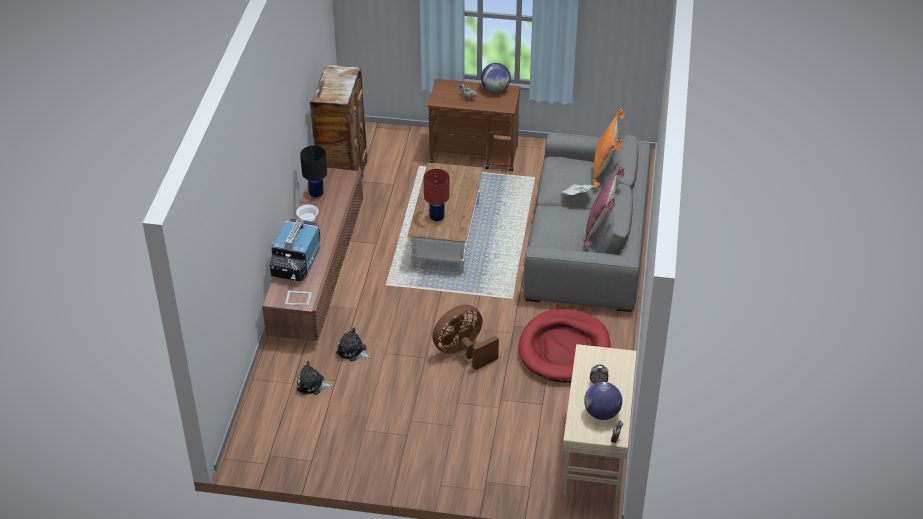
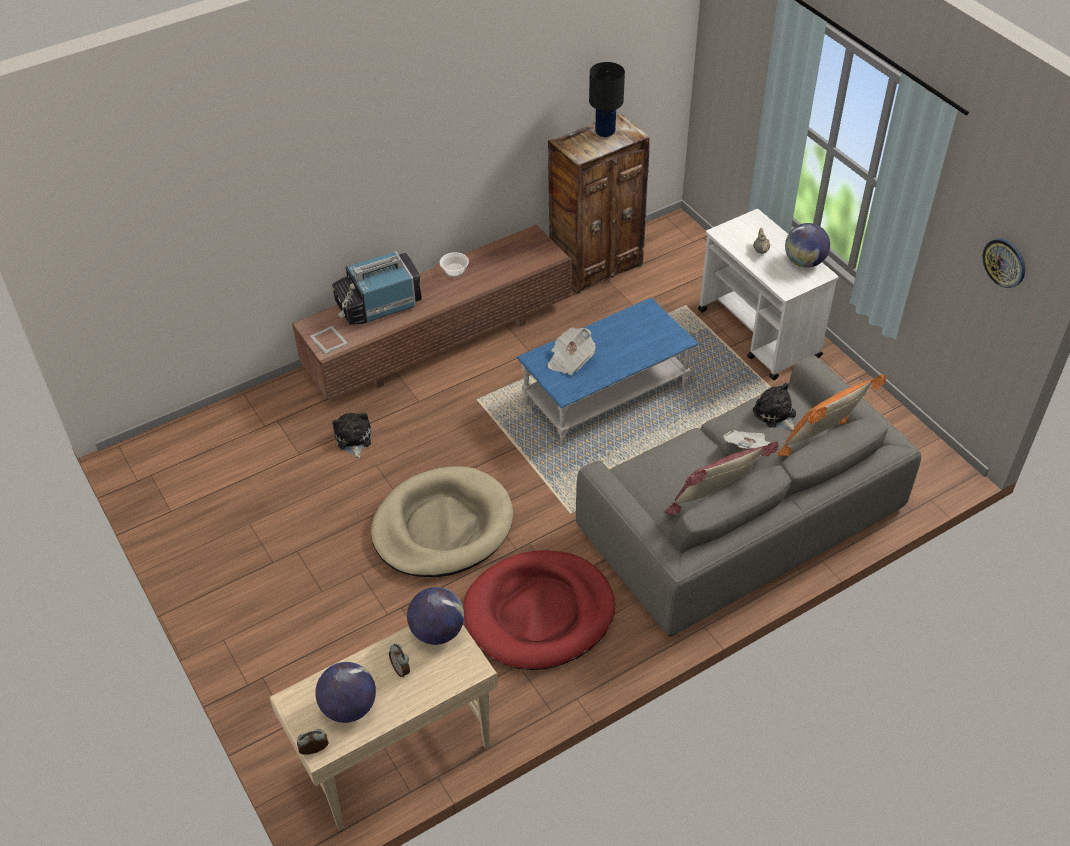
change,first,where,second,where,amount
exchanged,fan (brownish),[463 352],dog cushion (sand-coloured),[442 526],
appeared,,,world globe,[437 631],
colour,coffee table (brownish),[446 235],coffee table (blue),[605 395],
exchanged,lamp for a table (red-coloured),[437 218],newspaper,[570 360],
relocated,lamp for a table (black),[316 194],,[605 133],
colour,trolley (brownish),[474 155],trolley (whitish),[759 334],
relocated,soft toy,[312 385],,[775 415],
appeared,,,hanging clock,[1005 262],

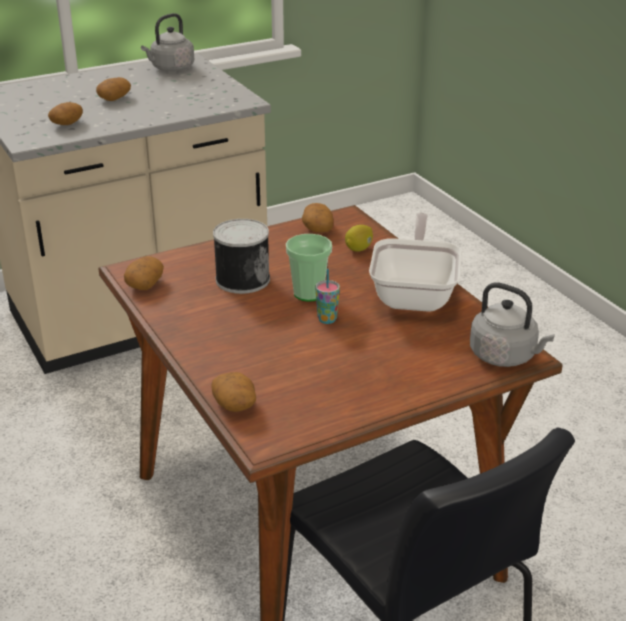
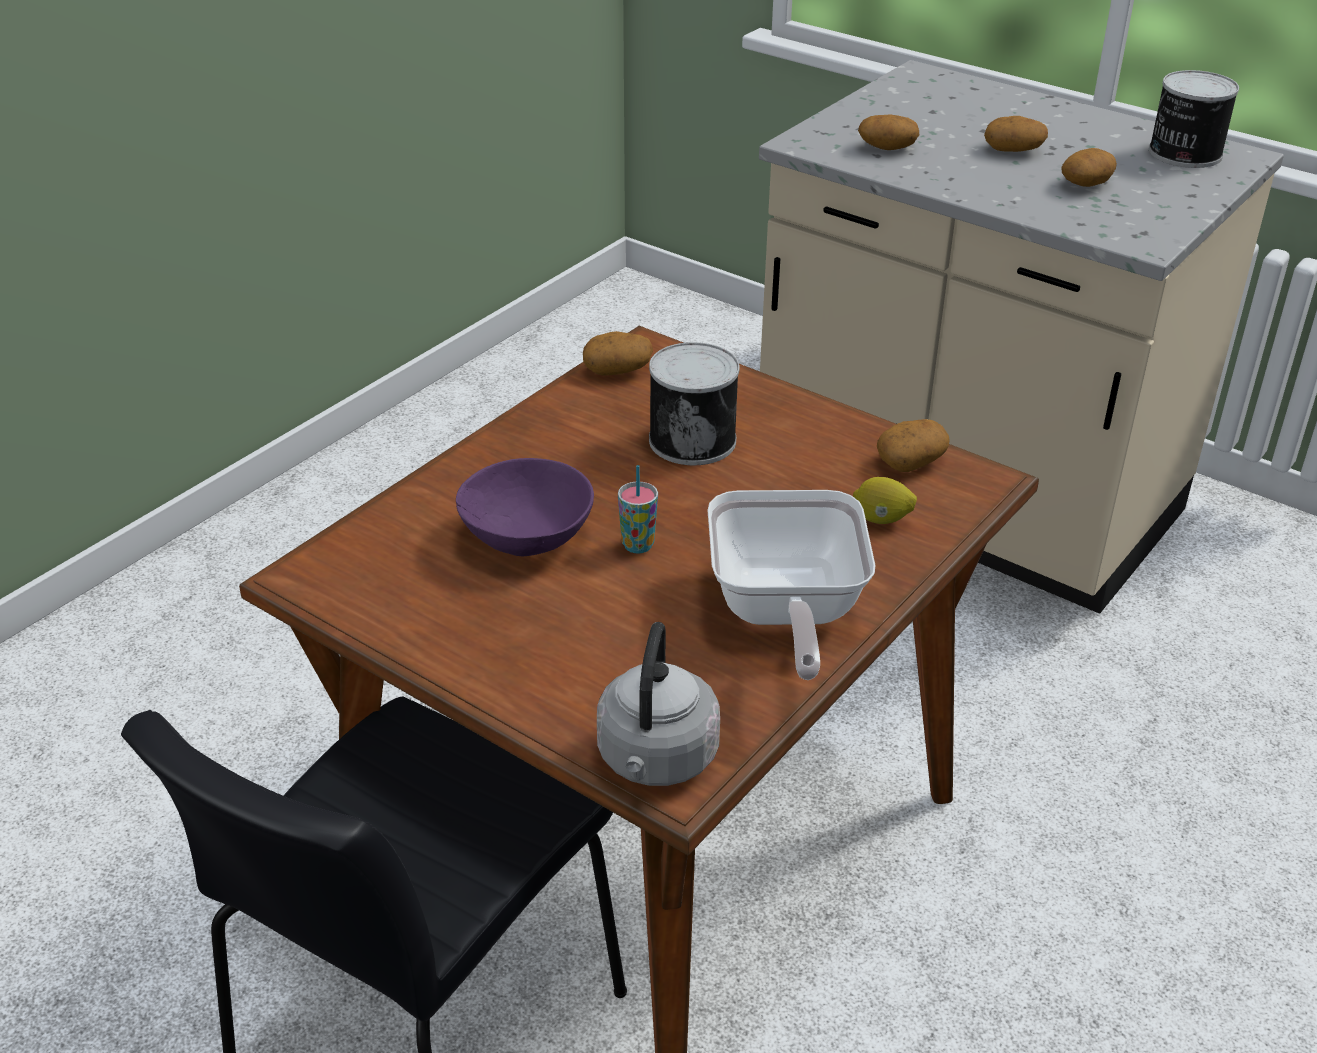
change,first,where,second,where,amount
appeared,,,deep dish (purple-coloured),[525 536],
spun,skillet,[415 293],,[784 613],105 degrees clockwise
relocated,potato,[235 404],,[1085 184],
exchanged,water kettle (greyish),[171 69],sealed can,[1183 153],
missing,drinking cup,[309 293],,,

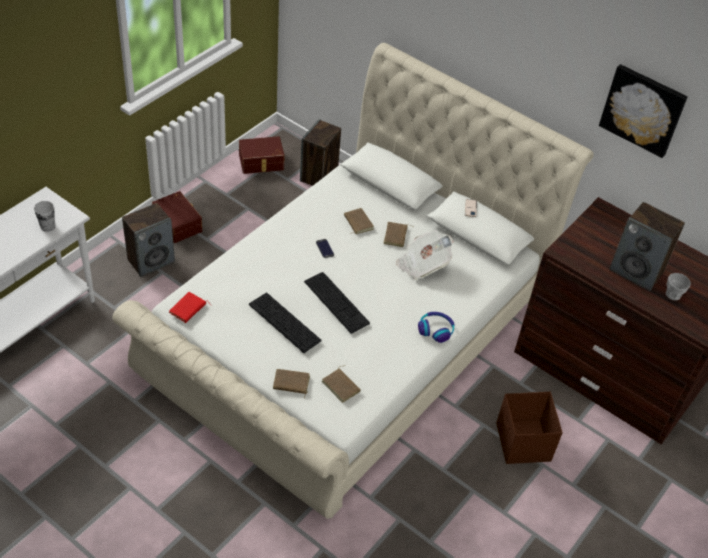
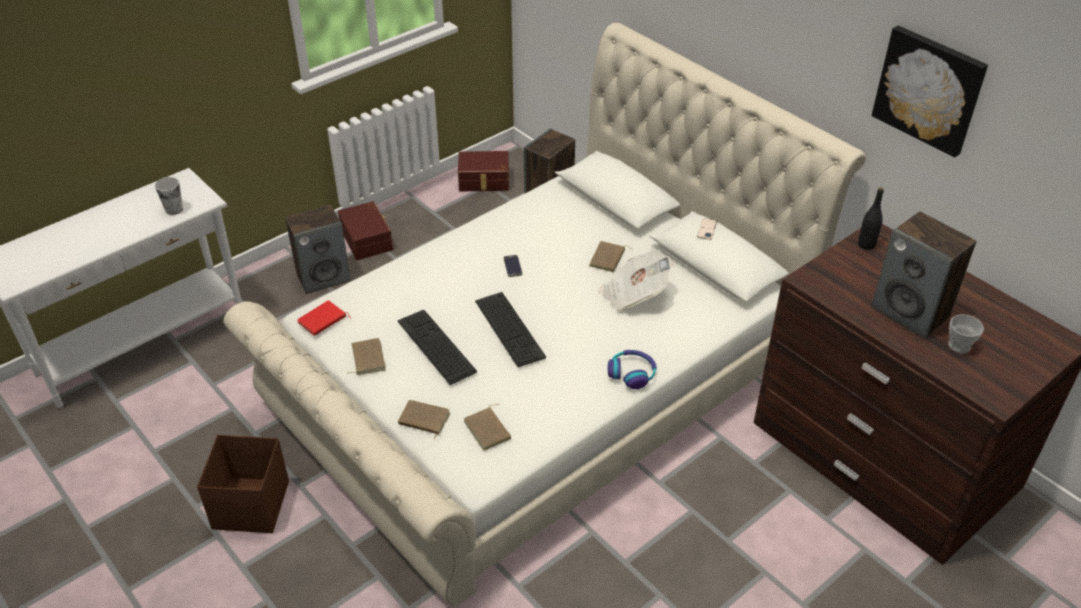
change,first,where,second,where,amount
relocated,storage box (brownish),[522 443],,[250 506],
relocated,book (brownish),[357 222],,[367 358],
appeared,,,drink bottle (black),[866 245],

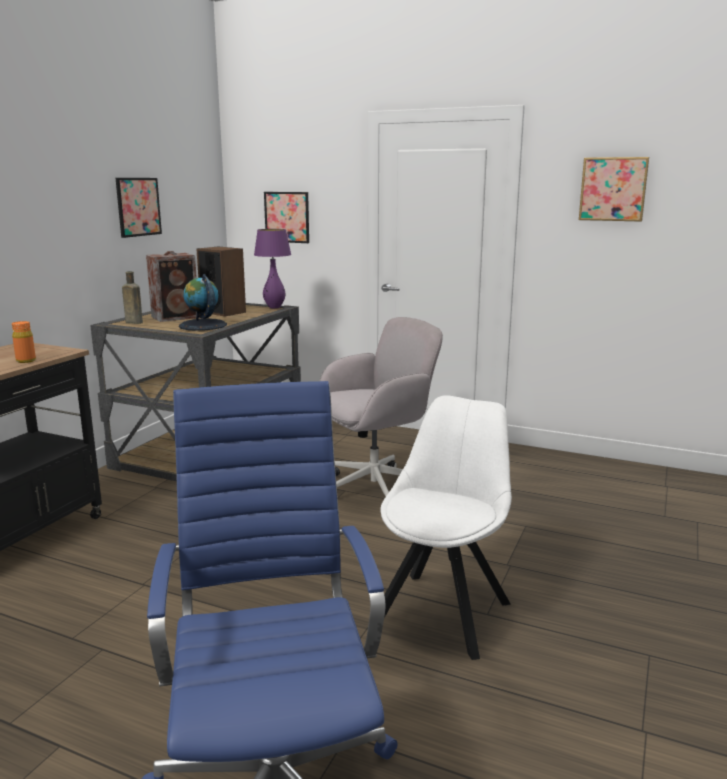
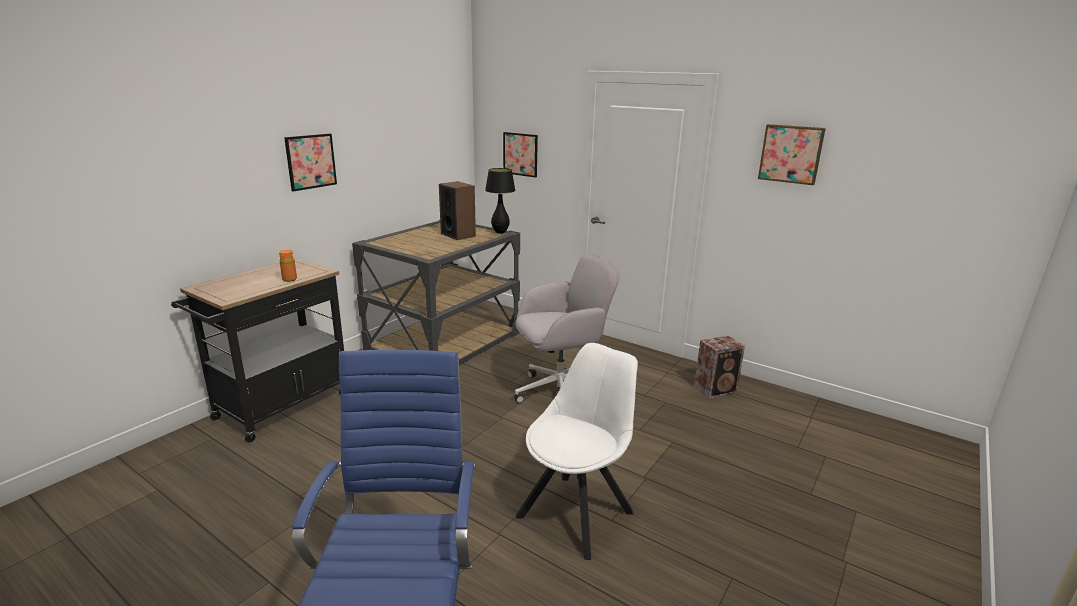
change,first,where,second,where,amount
relocated,wall picture,[138 207],,[311 161],
colour,lamp for a table (purple-coloured),[274 307],lamp for a table (black),[500 232],
relocated,speaker,[177 317],,[716 390],
missing,drink bottle (brownish),[133 322],,,
missing,world globe,[202 325],,,

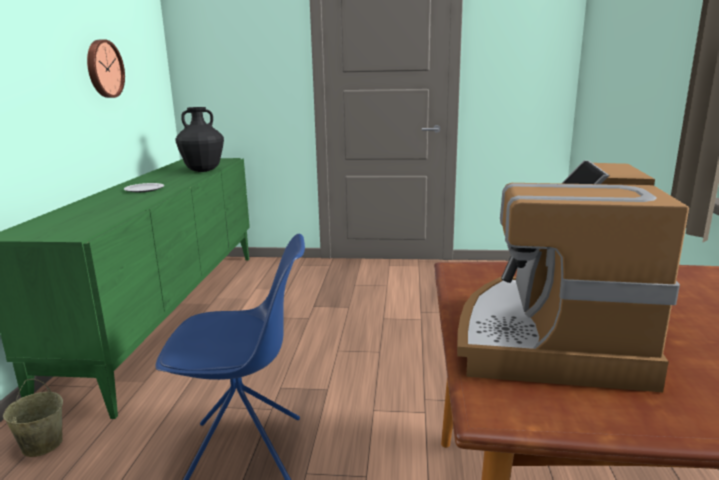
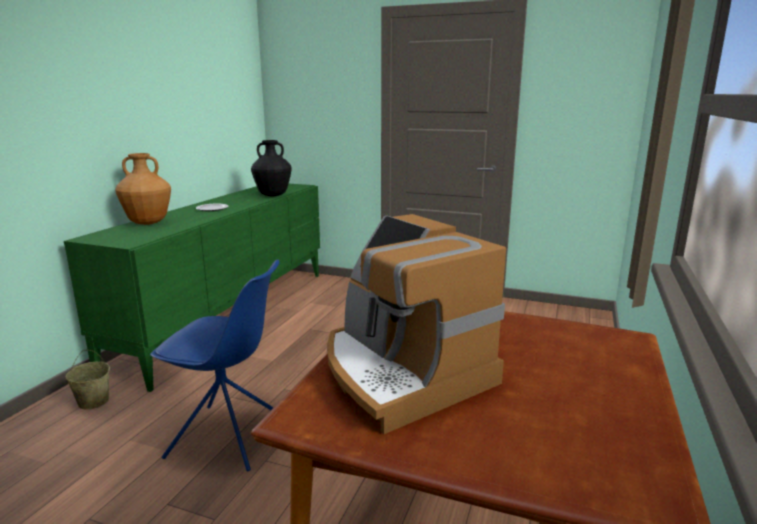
change,first,where,second,where,amount
appeared,,,flower vase (brownish),[147 223],
spun,coffee maker,[549 338],,[401 372],60 degrees counterclockwise
missing,hanging clock,[103 69],,,

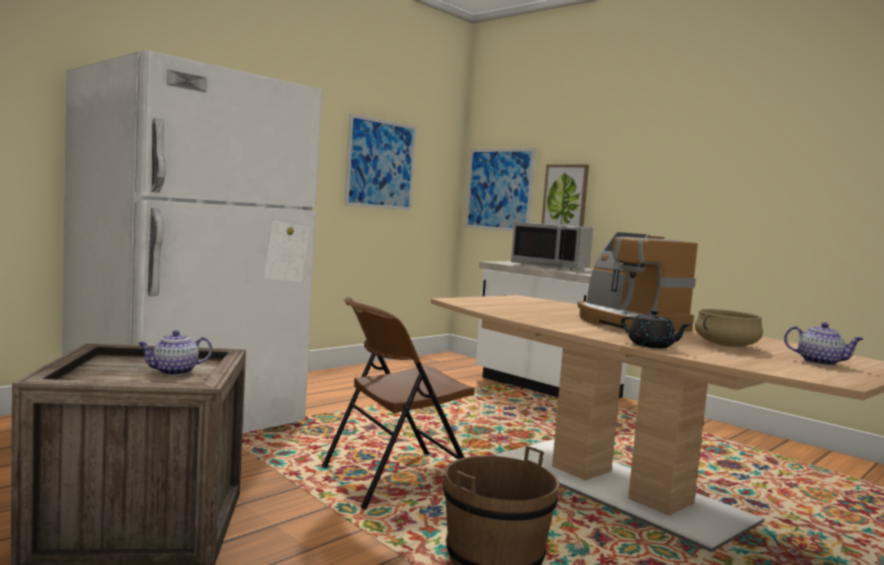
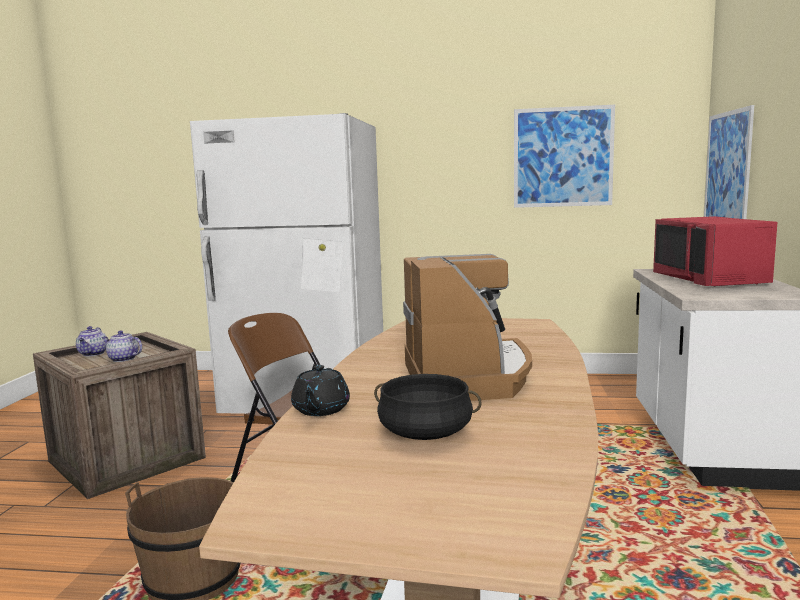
change,first,where,second,where,amount
relocated,teapot,[820 362],,[93 354],
colour,saucepot (sand-coloured),[726 345],saucepot (black),[426 433],
spun,coffee maker,[627 324],,[468 377],150 degrees clockwise
colour,kitchen microwave (greyish),[551 267],kitchen microwave (red-coloured),[711 280],
missing,wall picture,[565 199],,,

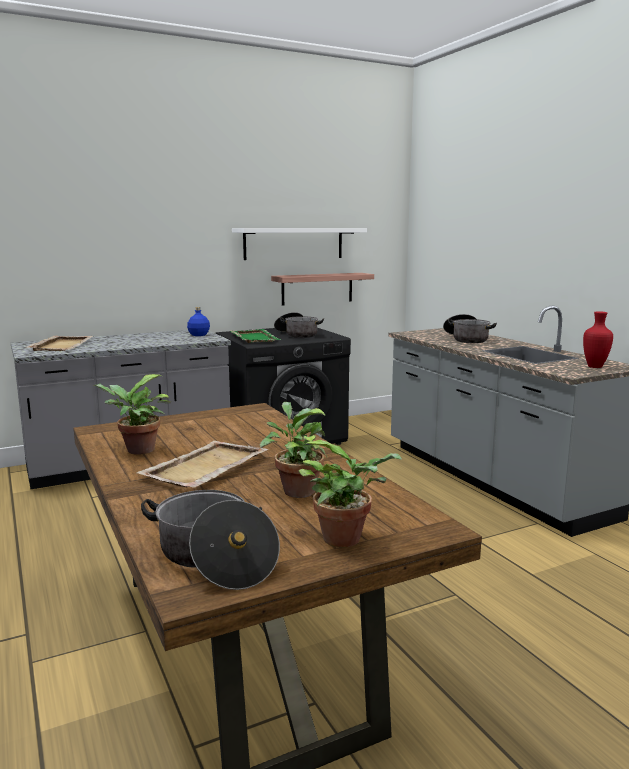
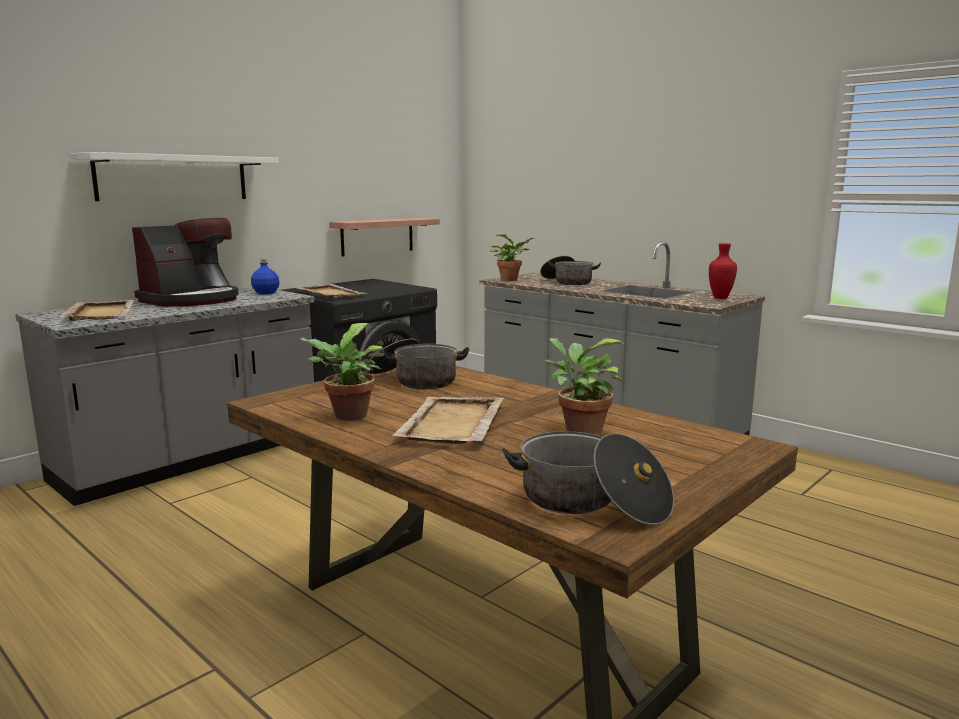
change,first,where,second,where,amount
relocated,bracket shelf (whitish),[294 243],,[173 178],
appeared,,,coffee maker,[191 300],
colour,carrying tray (green),[254 338],carrying tray (sand-coloured),[329 293],
relocated,saucepot,[297 334],,[414 380],
relocated,plant in a pot,[347 538],,[511 279],

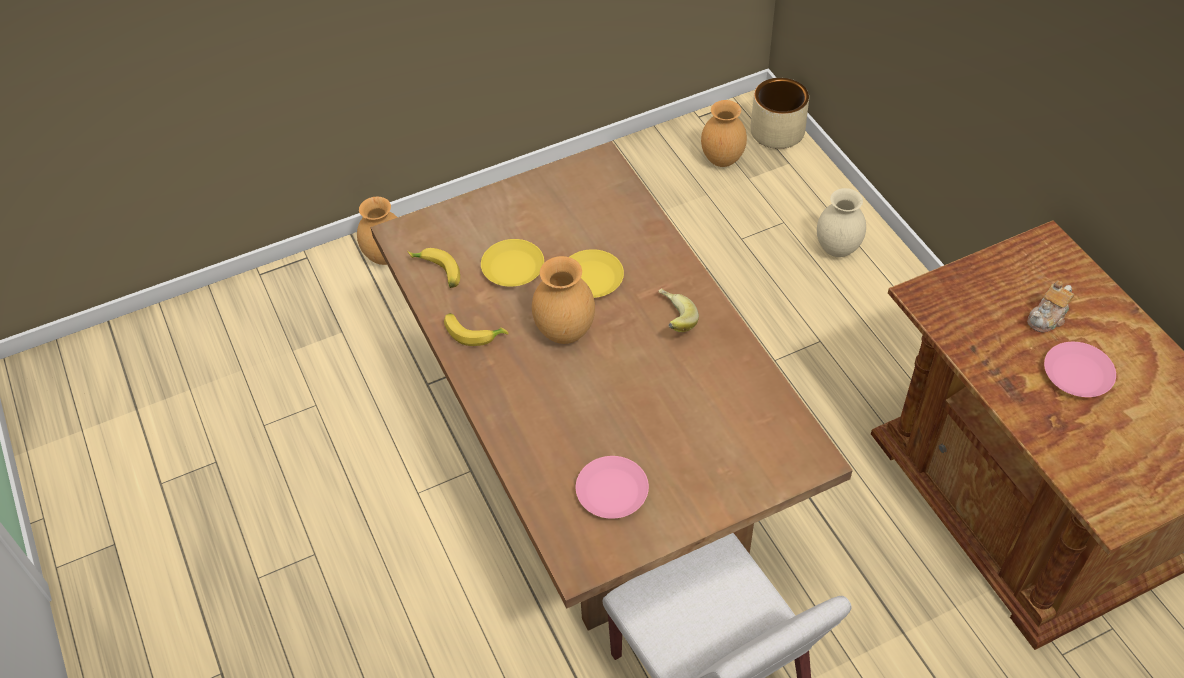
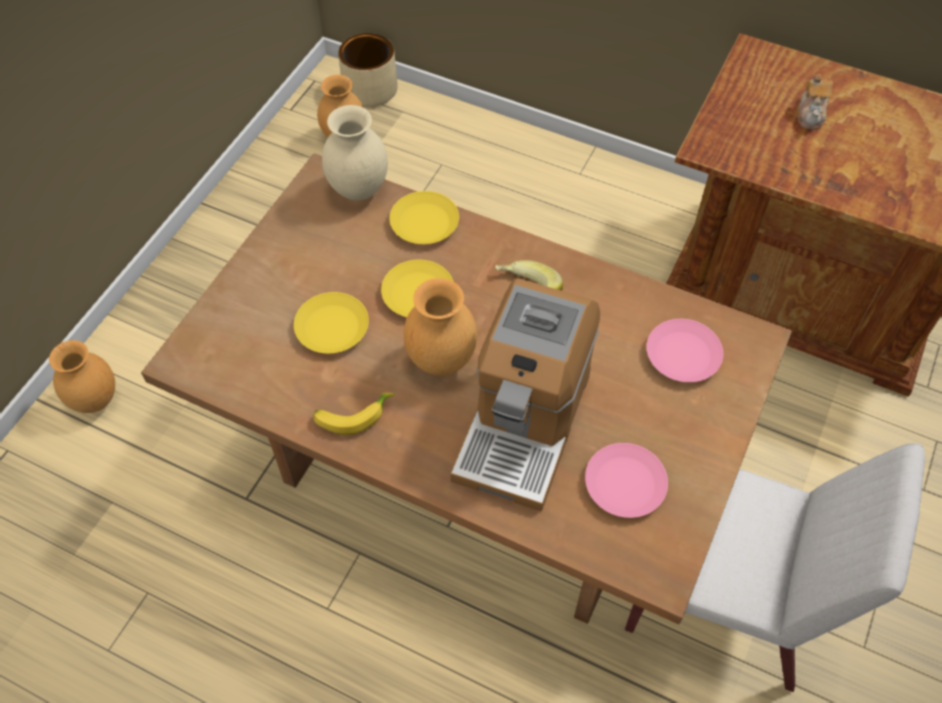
change,first,where,second,where,amount
relocated,flower vase (sand-coloured),[837 248],,[358 189],
appeared,,,plate (yellow-coloured),[424 223],
appeared,,,coffee maker,[523 424],
relocated,plate (pink),[1078 375],,[683 355],
missing,whole banana,[436 272],,,

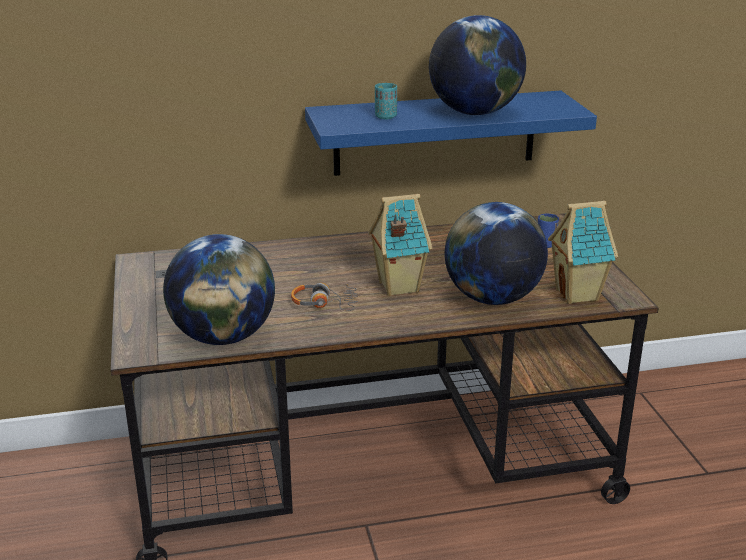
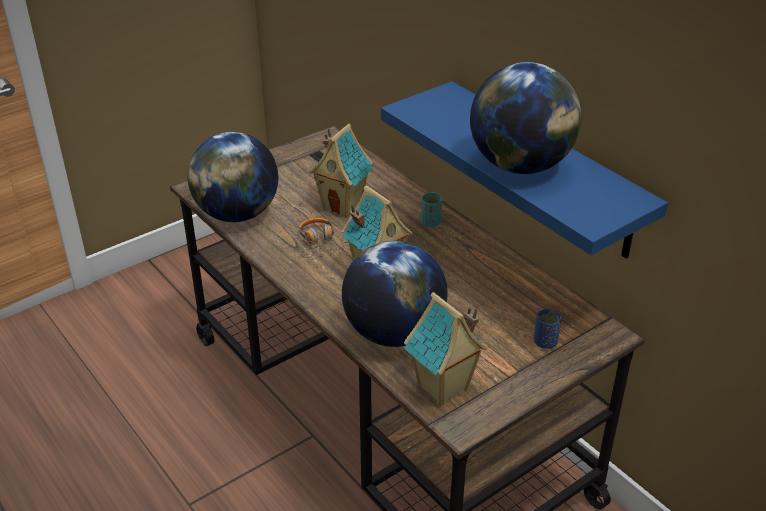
change,first,where,second,where,amount
appeared,,,toy house,[343 206],
relocated,drinking cup (turquoise),[385 117],,[431 222],

